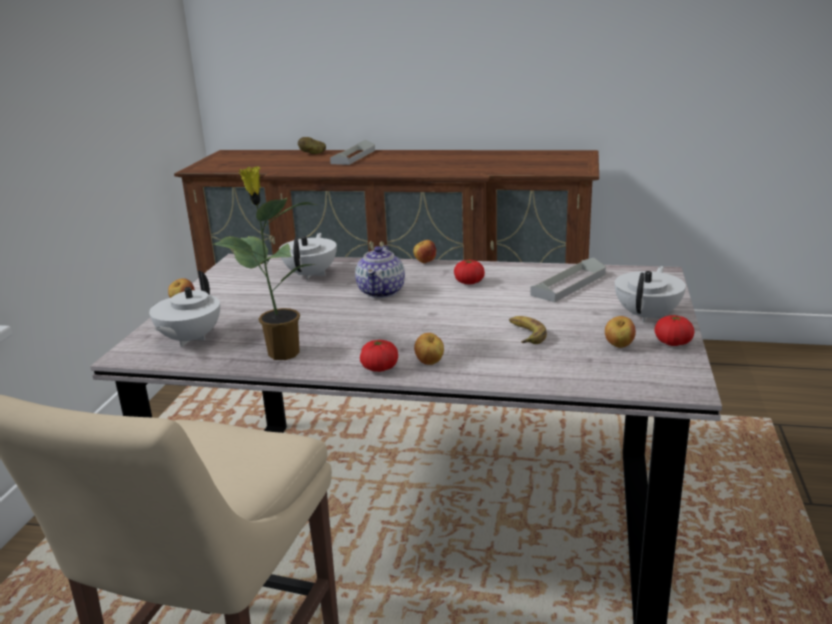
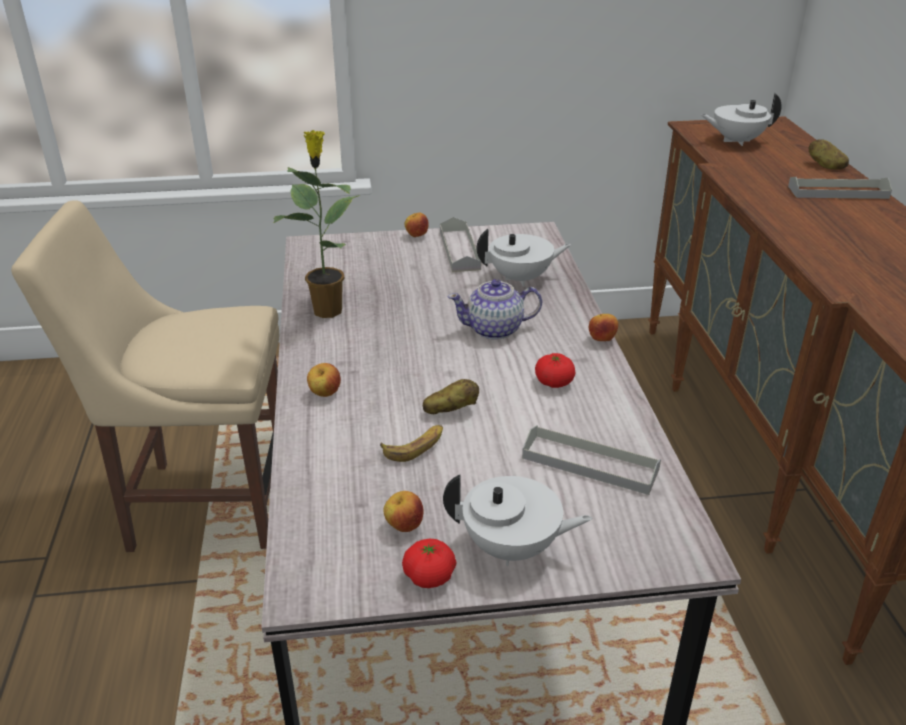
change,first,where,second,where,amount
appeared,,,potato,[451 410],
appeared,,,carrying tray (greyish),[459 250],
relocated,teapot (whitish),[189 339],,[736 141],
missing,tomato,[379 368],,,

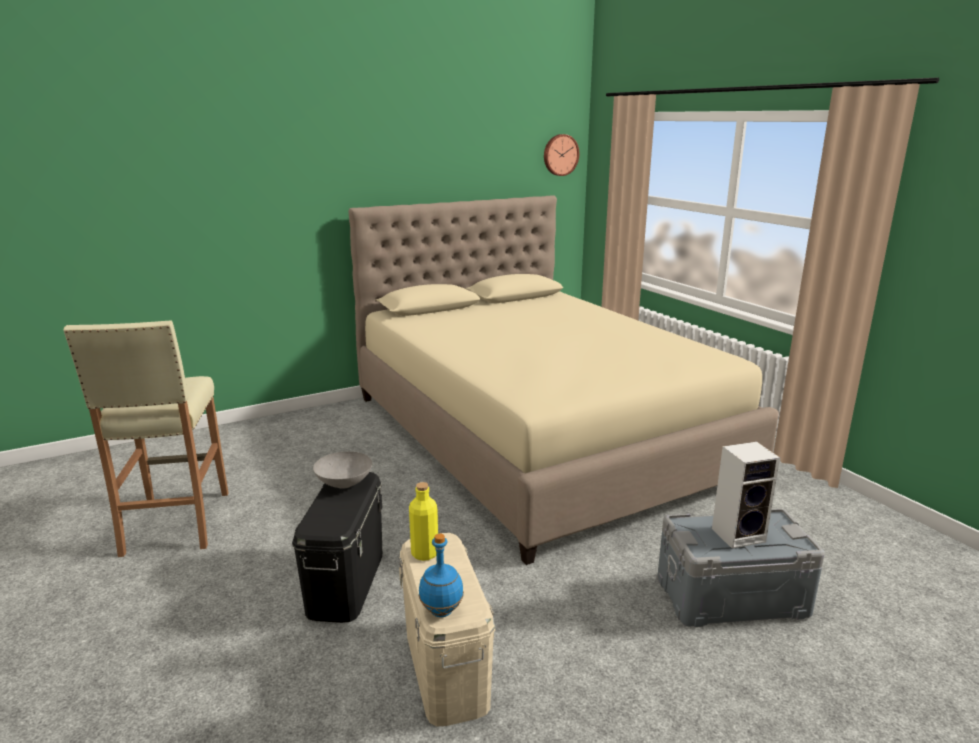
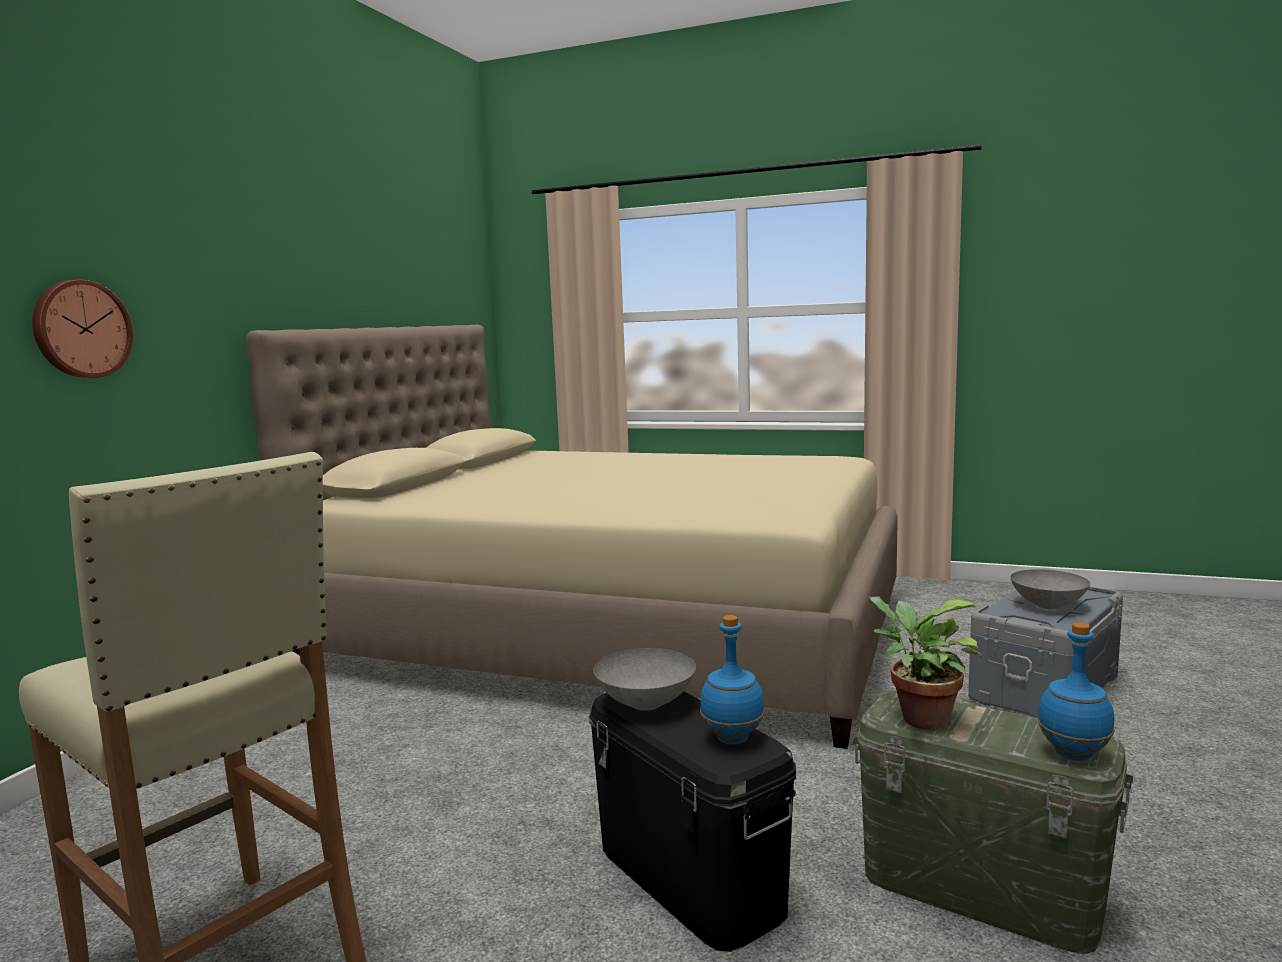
change,first,where,second,where,amount
relocated,hanging clock,[560 155],,[80 329],
appeared,,,drink bottle (blue),[731 738],
colour,storage box (sand-coloured),[445 667],storage box (green),[979 889],
exchanged,drink bottle (yellow-coloured),[424 553],plant in a pot,[918 718],
exchanged,speaker,[739 534],deep dish (greyish),[1047 605],

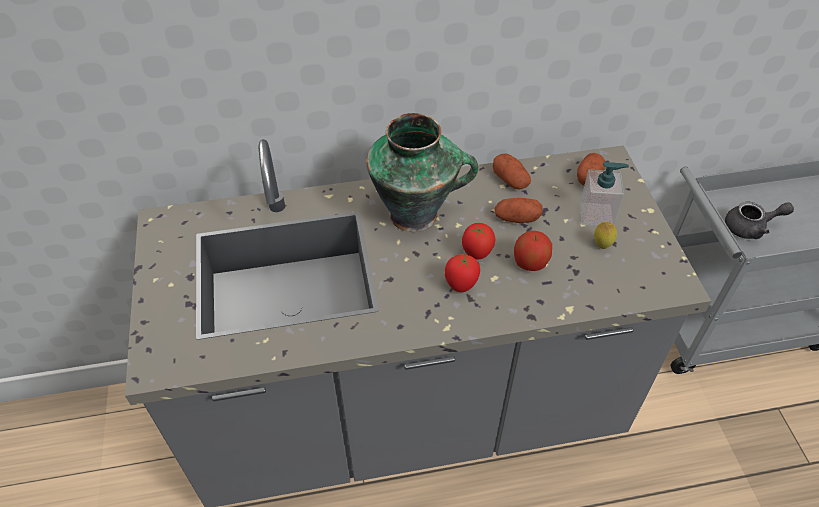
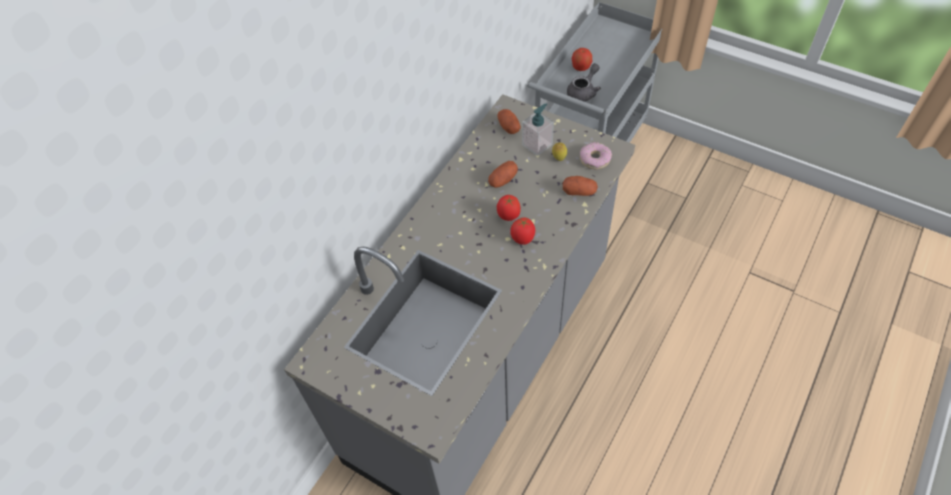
change,first,where,second,where,amount
relocated,potato,[510 180],,[579 191],
relocated,apple,[530 263],,[581 67],
appeared,,,doughnut,[595 159],
missing,flower vase,[416 214],,,

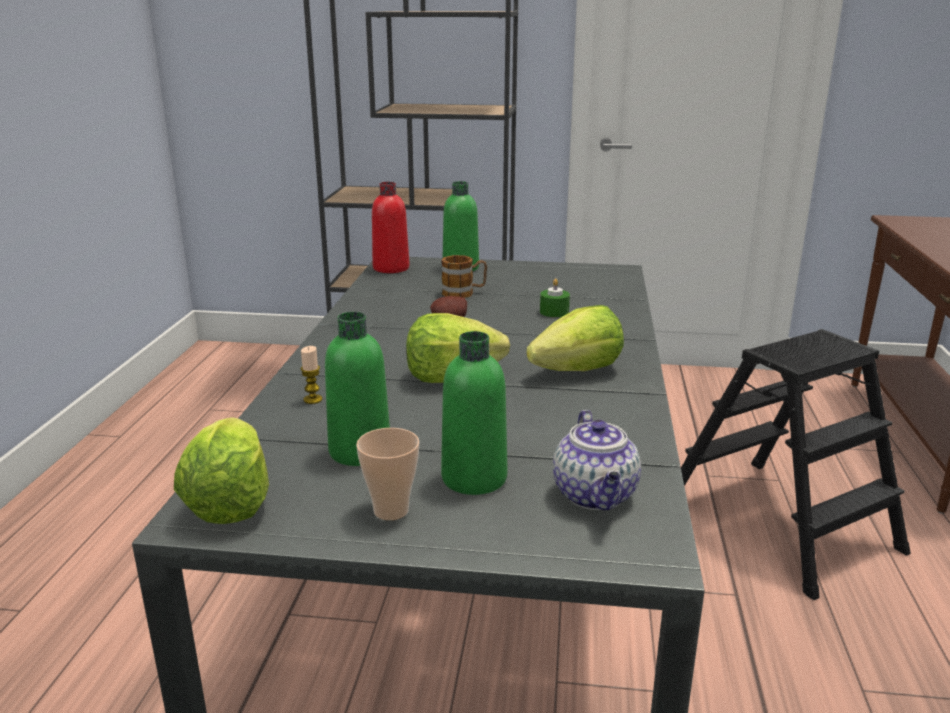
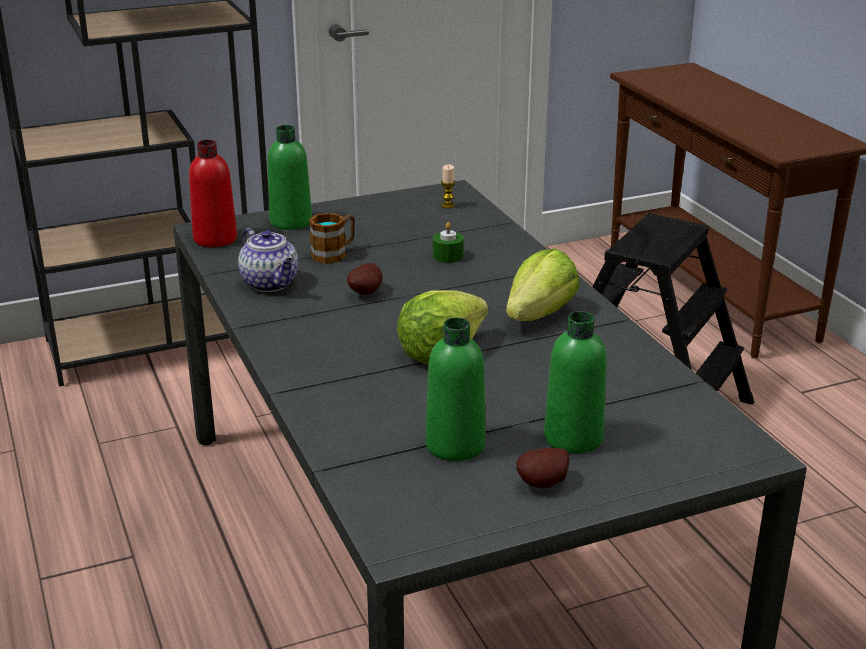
change,first,where,second,where,amount
relocated,teapot,[596 496],,[271 284],
relocated,wax light,[313 399],,[448 205],
exchanged,drinking cup,[391 510],potato,[545 485],
missing,lettuce head,[231 502],,,

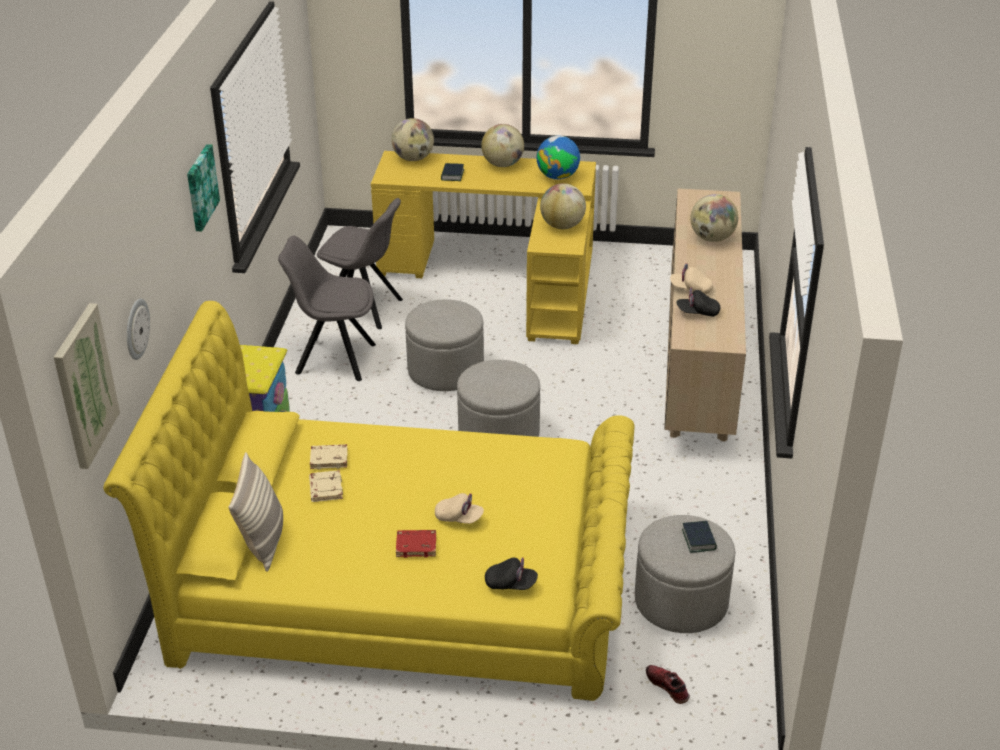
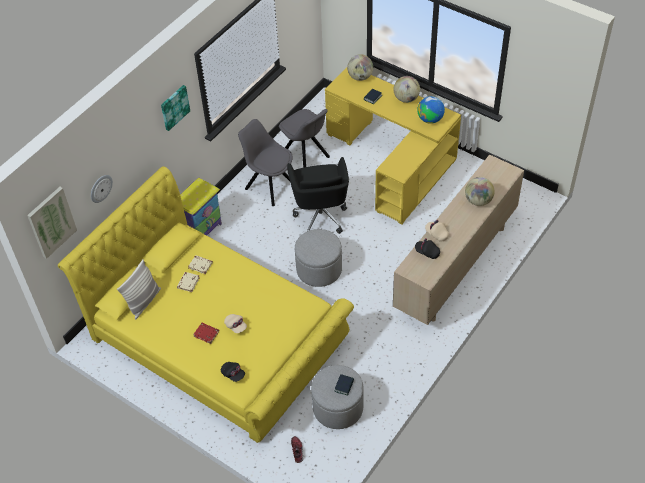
change,first,where,second,where,amount
exchanged,ottoman (greyish),[445 371],office chair (black),[320 216],
missing,world globe,[562 226],,,

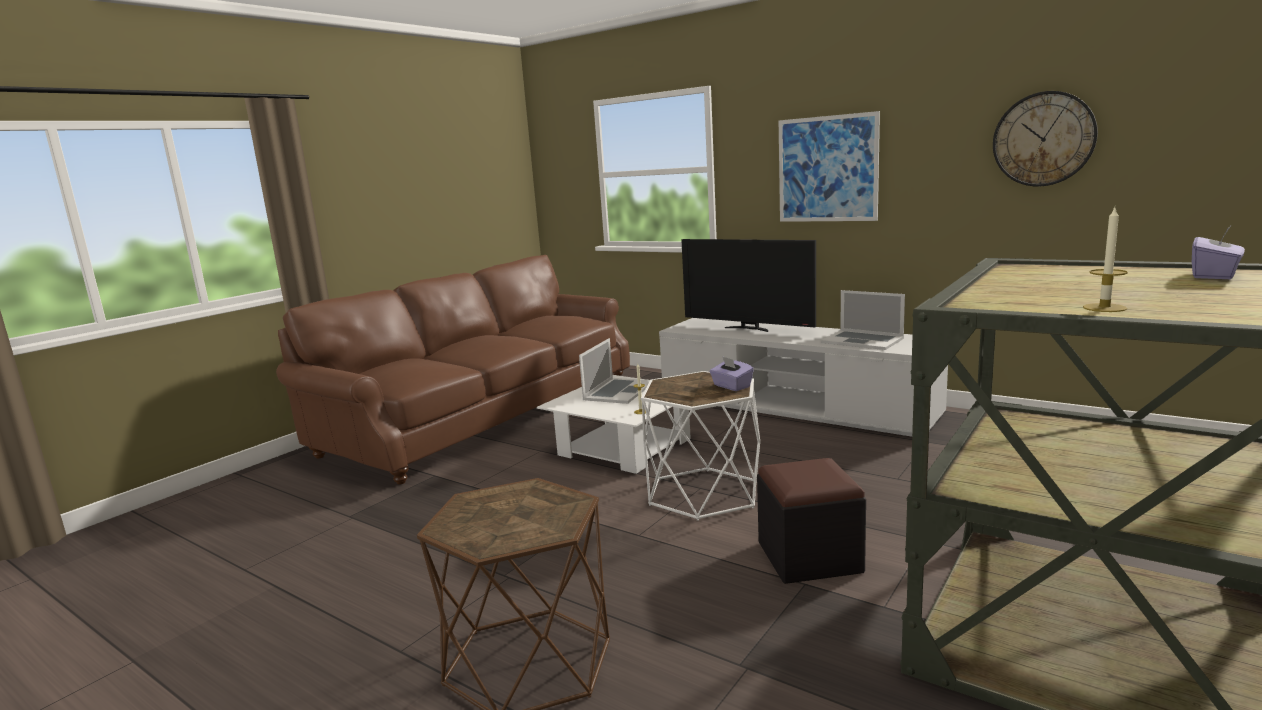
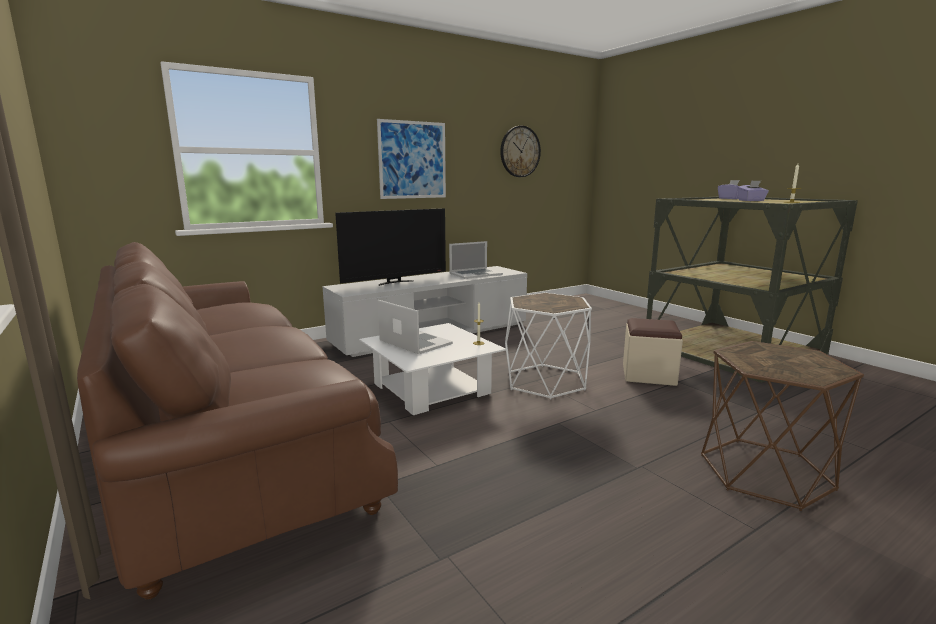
change,first,where,second,where,amount
colour,ottoman (black),[809 557],ottoman (sand-coloured),[648 374],
relocated,box of tissues (purple-coloured),[731 386],,[751 200],

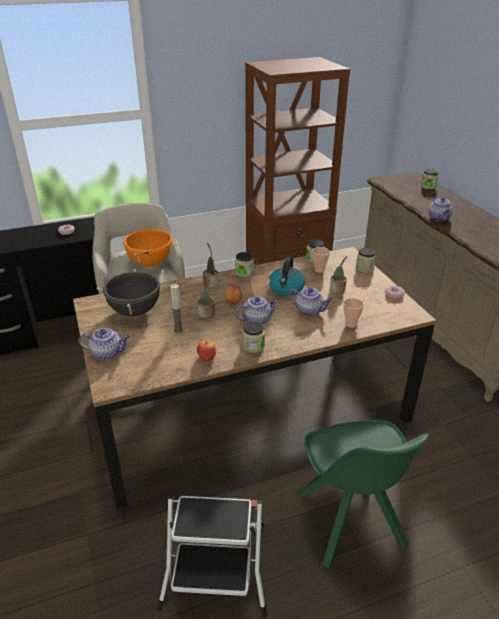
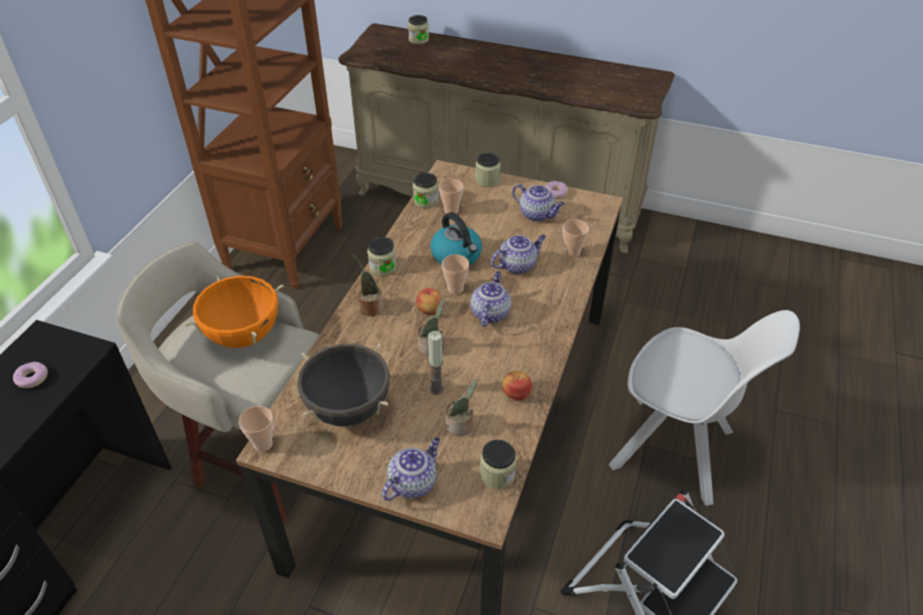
change,first,where,second,where,amount
appeared,,,drinking cup,[263 444],
relocated,plant in a pot,[337 290],,[461 426],
relocated,storage jar,[253 346],,[497 474],
relocated,teapot,[439 218],,[537 214],
colour,plain chair (green),[350 521],plain chair (whitish),[675 450],

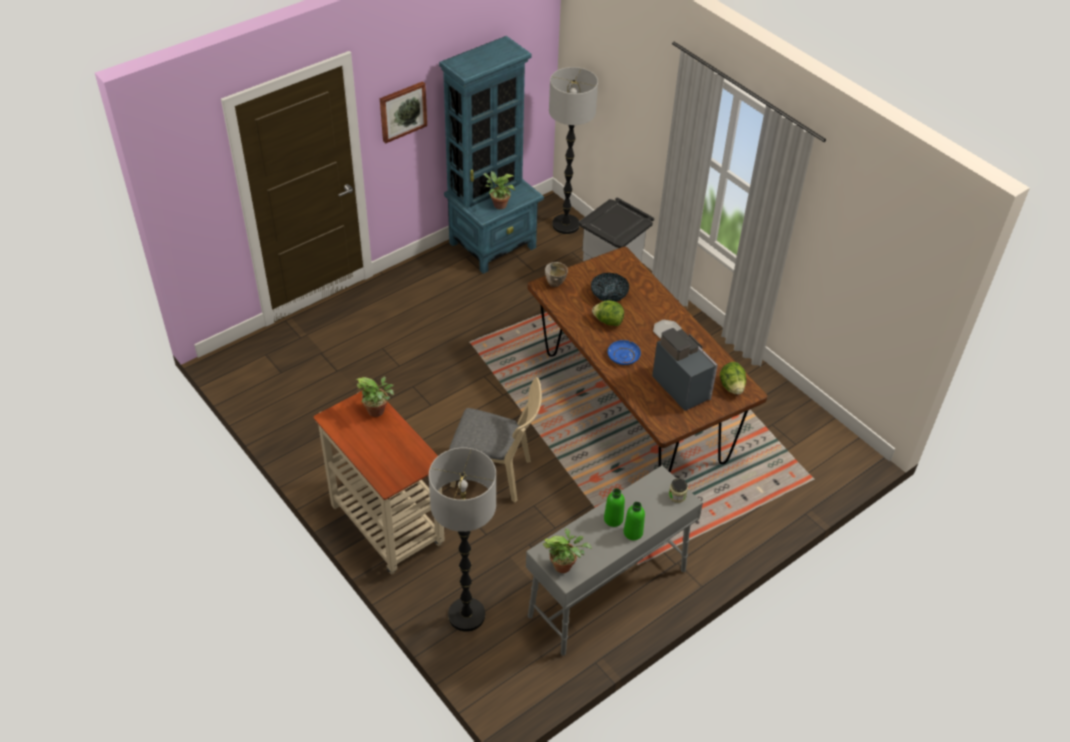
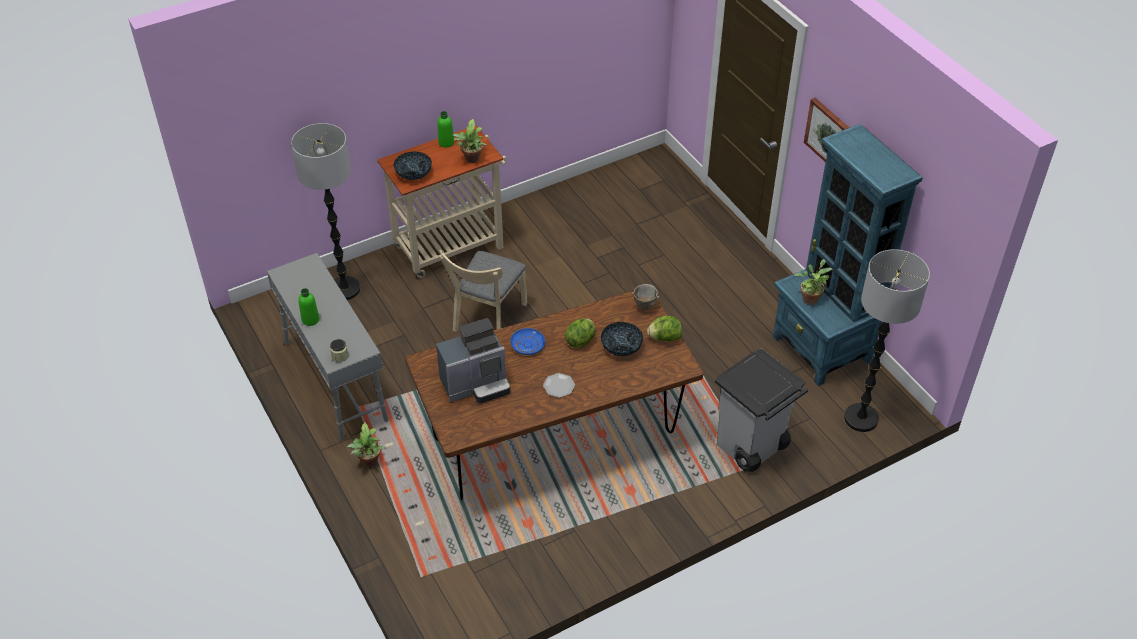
change,first,where,second,where,amount
relocated,plant in a pot,[565 565],,[369 462],
appeared,,,deep dish,[413 174],
relocated,drink bottle (green),[613 519],,[446 142],
relocated,lettuce head,[731 387],,[664 338],

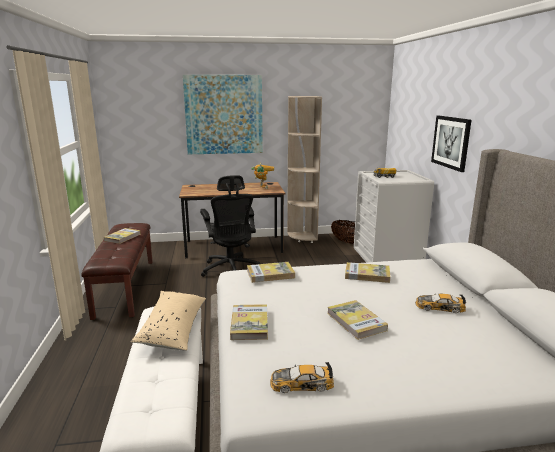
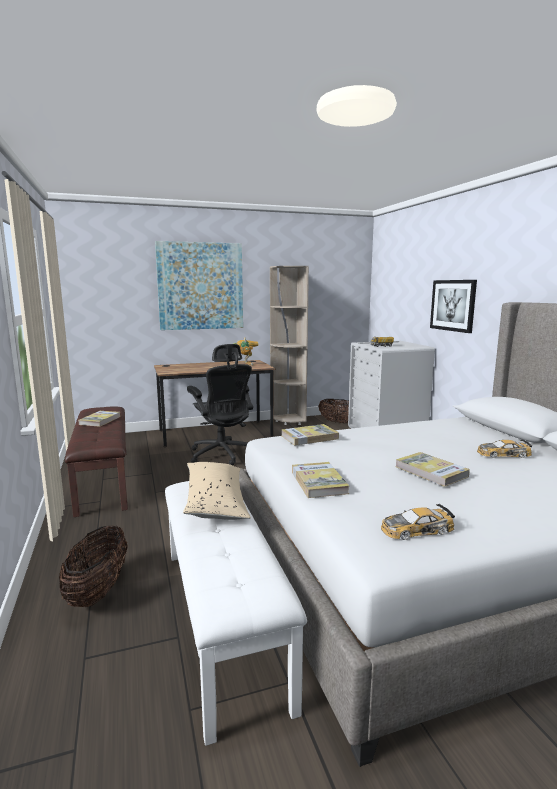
change,first,where,second,where,amount
appeared,,,storage basket,[98 590],
missing,book,[367 274],,,

